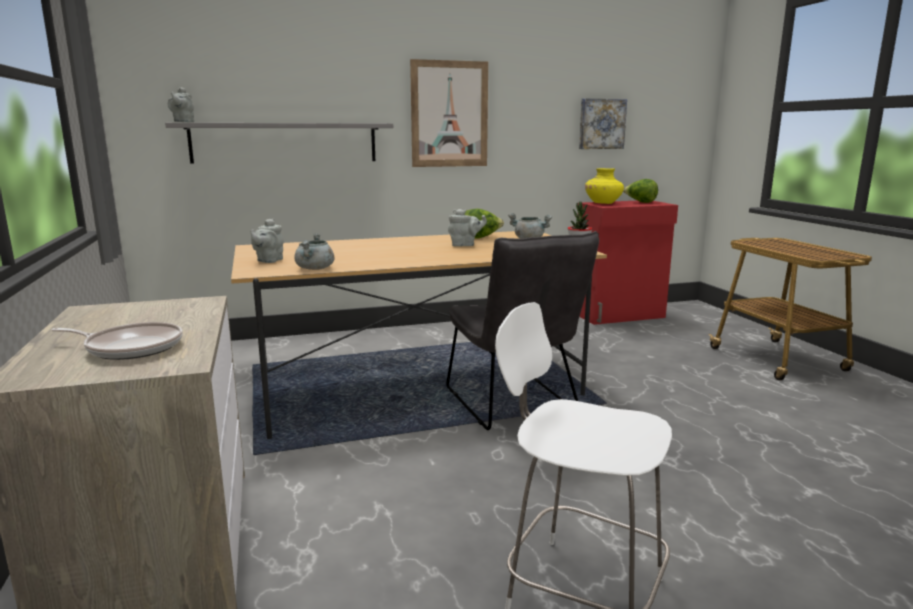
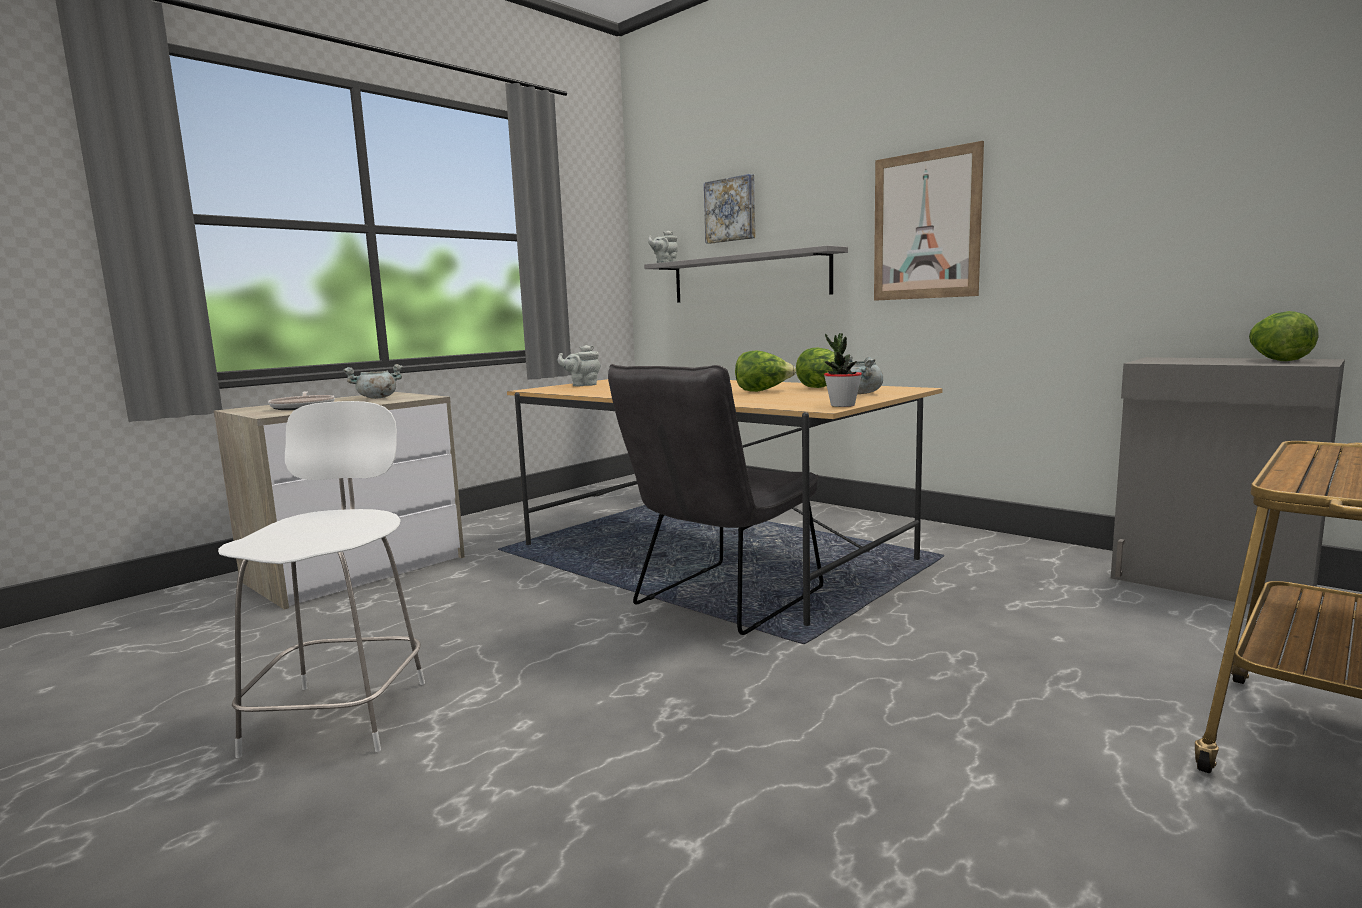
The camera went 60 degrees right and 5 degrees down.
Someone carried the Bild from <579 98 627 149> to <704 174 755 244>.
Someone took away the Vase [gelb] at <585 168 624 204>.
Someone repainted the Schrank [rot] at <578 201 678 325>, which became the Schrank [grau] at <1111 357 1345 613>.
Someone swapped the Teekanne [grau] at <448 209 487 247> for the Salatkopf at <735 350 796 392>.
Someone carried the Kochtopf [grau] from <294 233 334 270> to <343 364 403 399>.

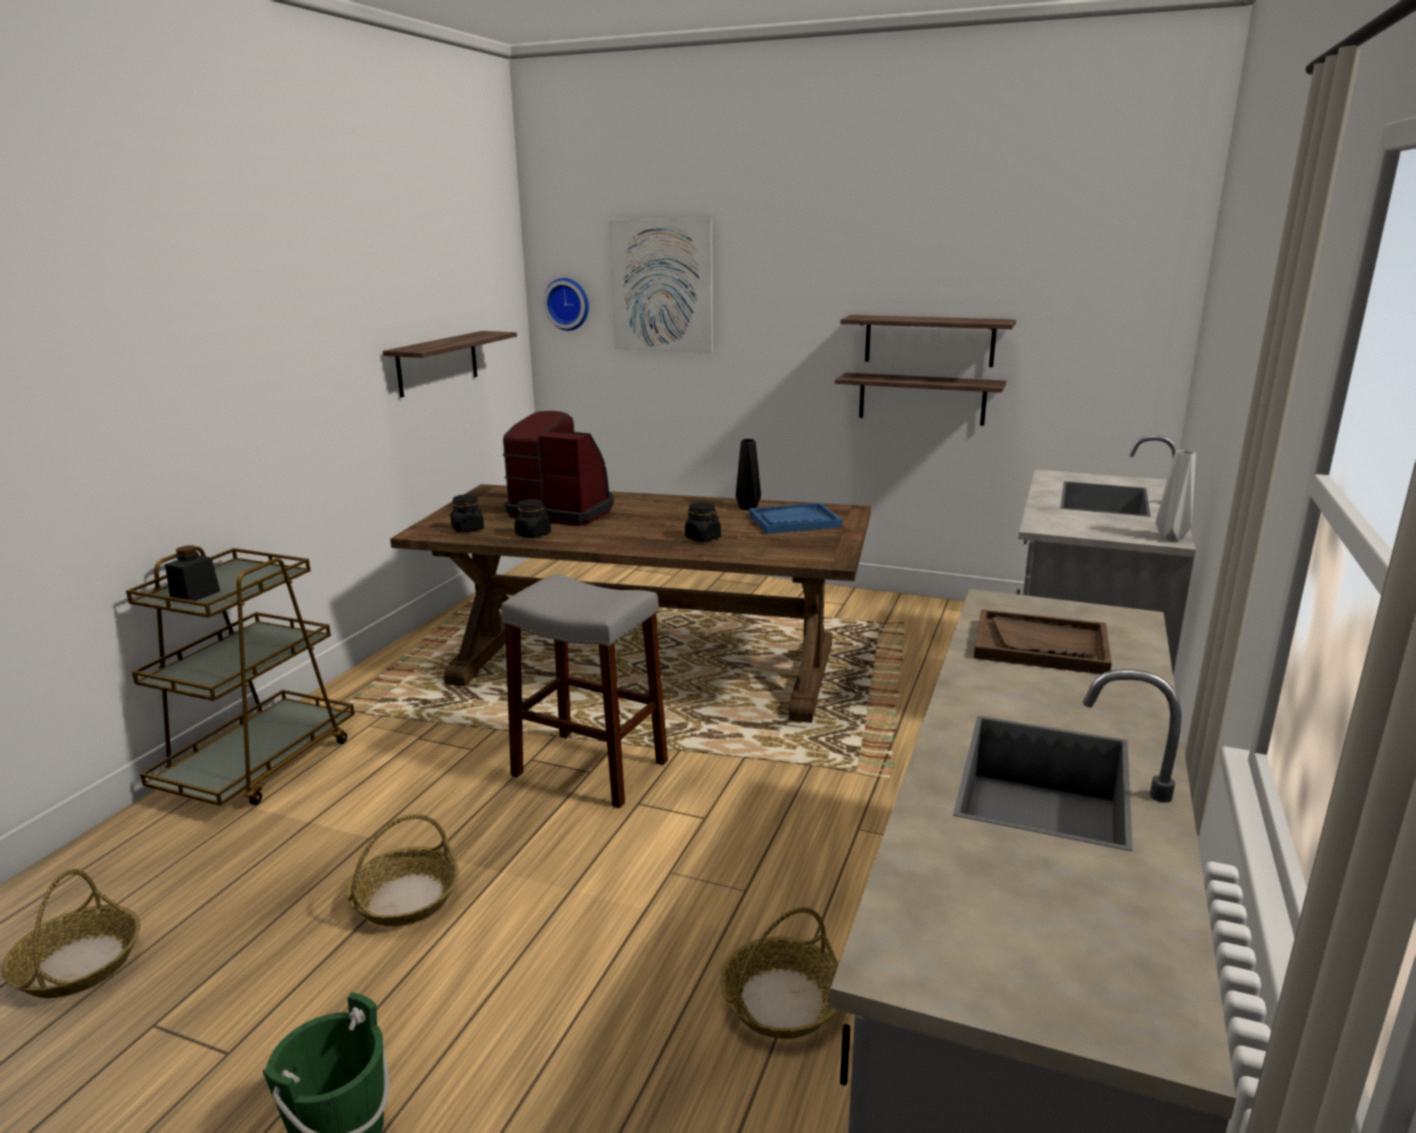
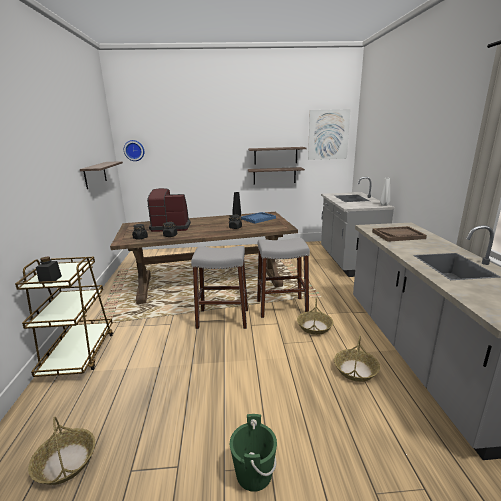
The camera went 25 degrees left and 0 degrees up.
Someone carried the Bild from <609 219 713 353> to <308 109 351 160>.
Someone carried the Korb from <346 814 459 926> to <297 298 333 335>.
Someone put down the Hocker [grau] at <257 237 310 318>.

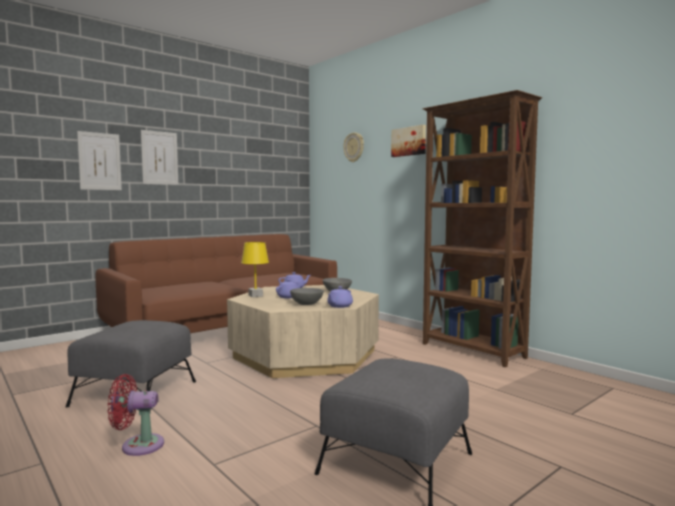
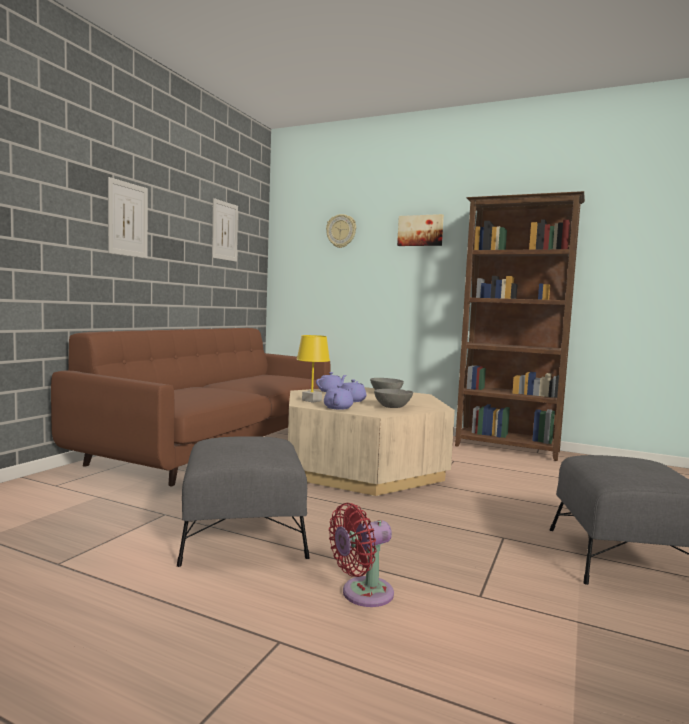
The camera went 25 degrees left and 0 degrees up.
Someone carried the Bild from <77 131 122 190> to <212 198 238 262>.
Someone carried the Teekanne [lila] from <327 286 353 308> to <324 385 353 410>.

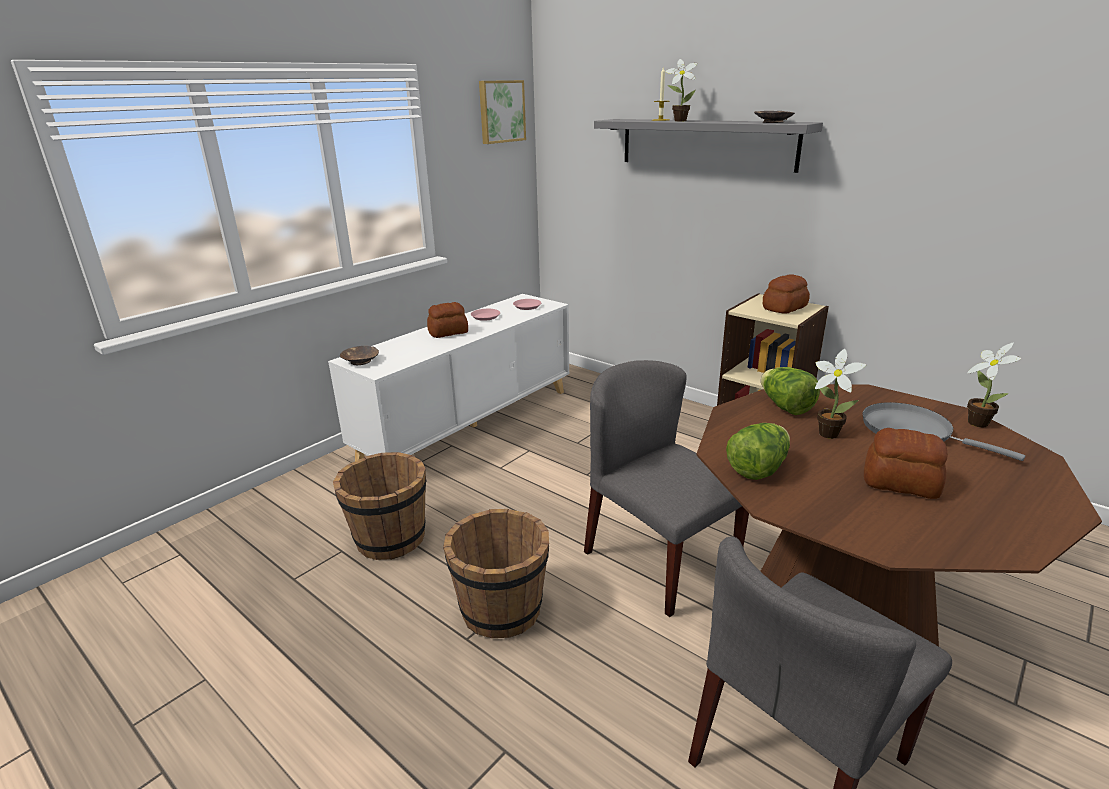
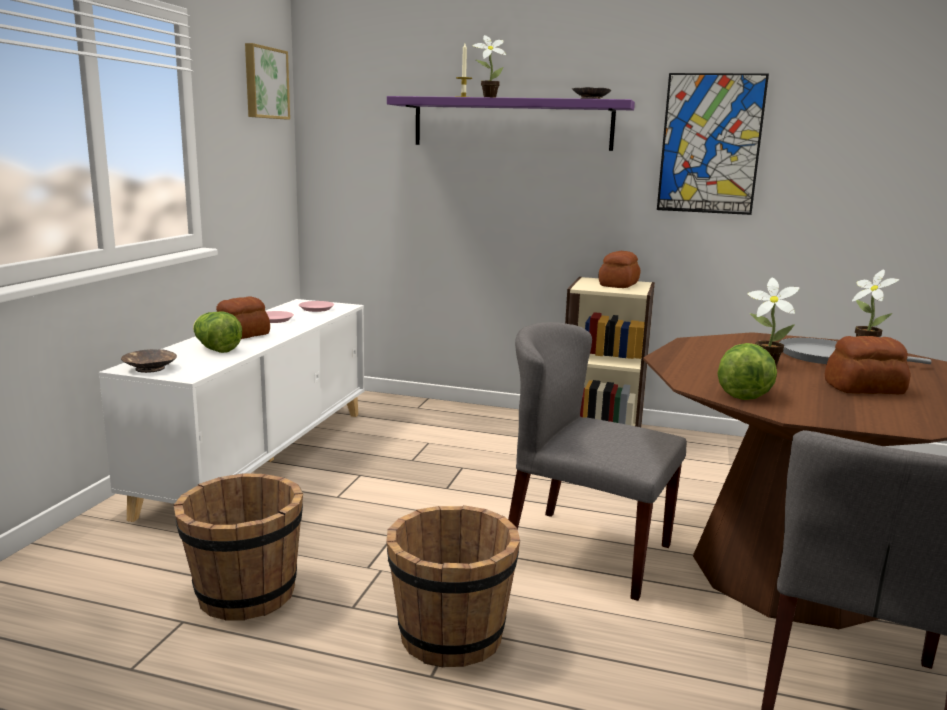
The camera went 25 degrees left and 10 degrees down.
Someone repainted the Wandregal [grau] at <594 119 823 173>, which became the Wandregal [lila] at <387 96 635 151>.
Someone carried the Salatkopf from <761 367 820 415> to <193 312 242 353>.
Someone put up the Bild at <657 73 769 215>.

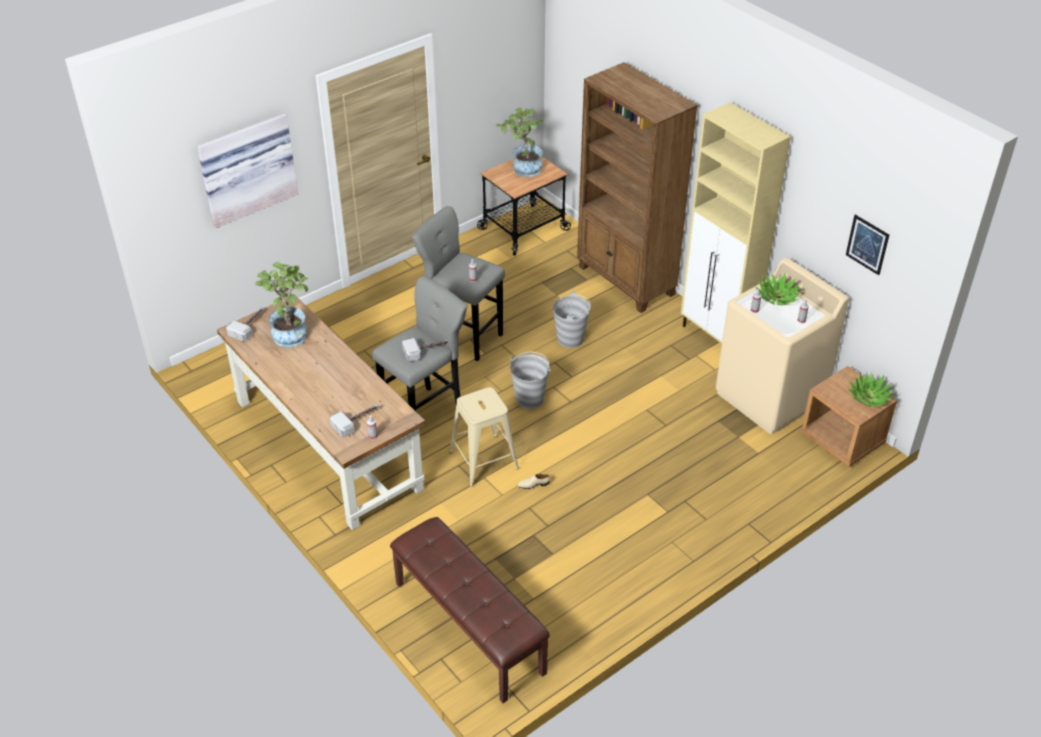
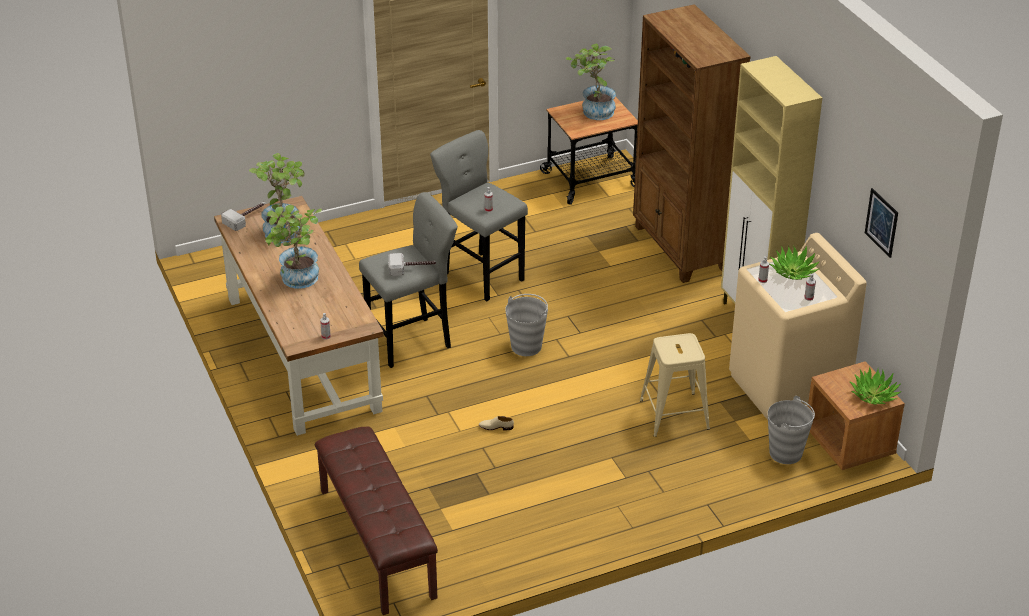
The camera went 15 degrees right and 5 degrees down.
Someone took away the Bild at <197 113 298 228>.
Someone carried the Eimer [grau] from <553 291 591 348> to <768 396 815 464>.
Someone carried the Hocker [beige] from <449 387 519 487> to <640 333 710 437>.
Someone took away the Hammer at <330 404 379 437>.
Someone put down the Topfpflanze at <265 205 322 288>.

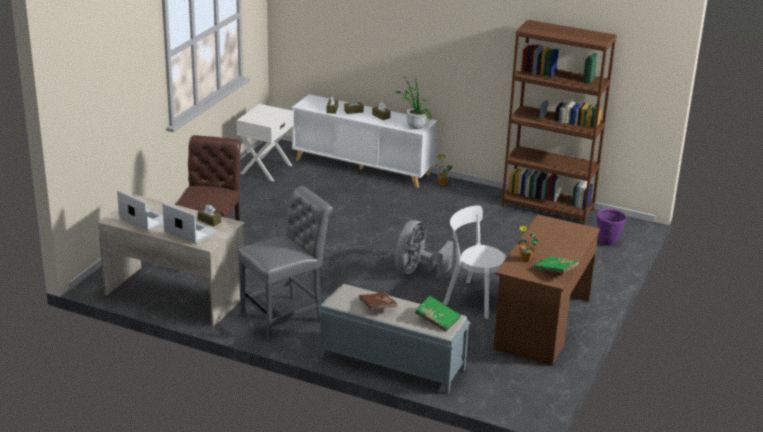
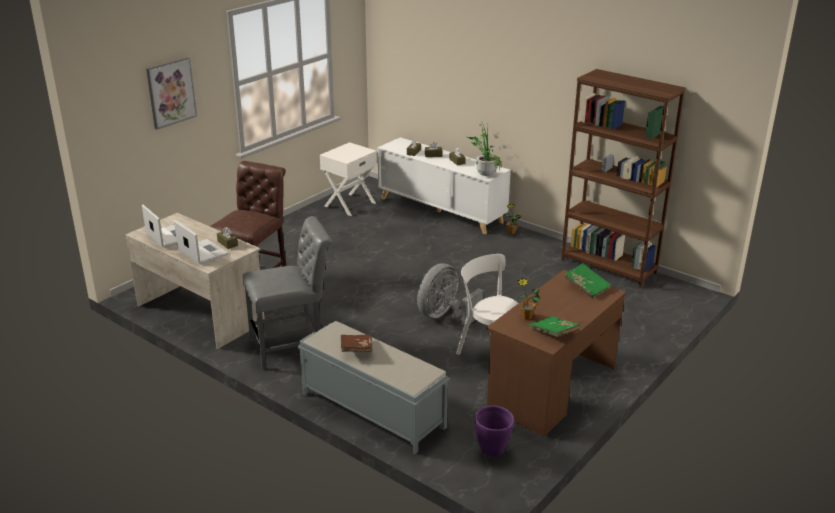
The camera went 15 degrees right and 0 degrees up.
Someone carried the Pflanzkübel [lila] from <597 208 626 245> to <475 406 514 457>.
Someone carried the Buch [grün] from <415 296 461 332> to <564 263 611 298>.
Someone put up the Bild at <146 58 197 130>.

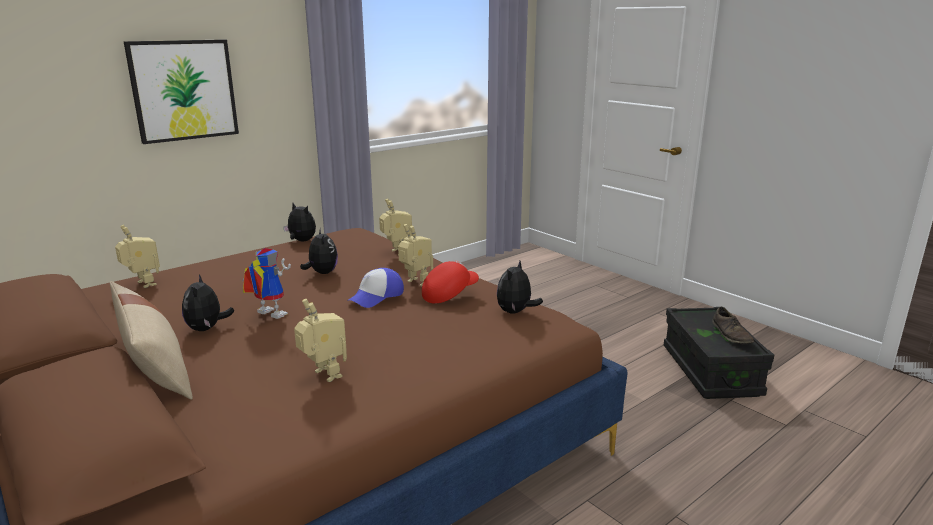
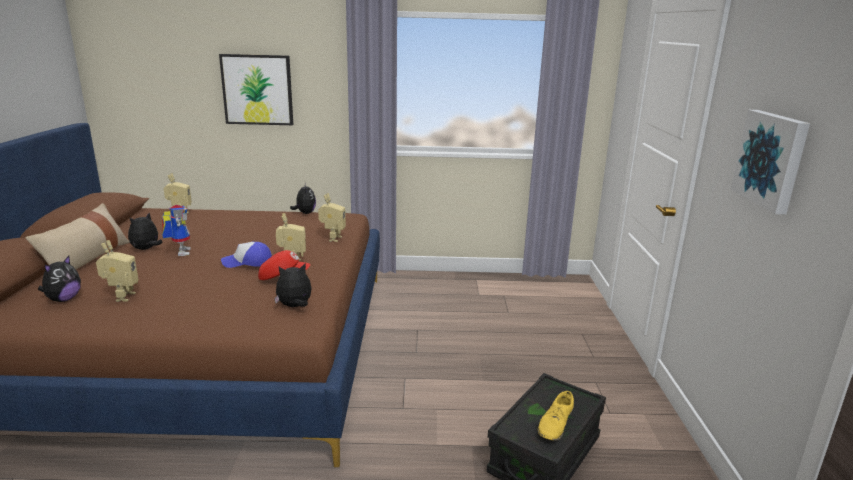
The camera went 40 degrees right and 0 degrees up.
Someone carried the Plüschtier from <300 228 338 274> to <38 256 81 302>.
Someone repainted the Schuh [braun] at <712 307 754 344>, which became the Schuh [gelb] at <538 391 574 441>.
Someone put up the Bild at <731 110 810 214>.

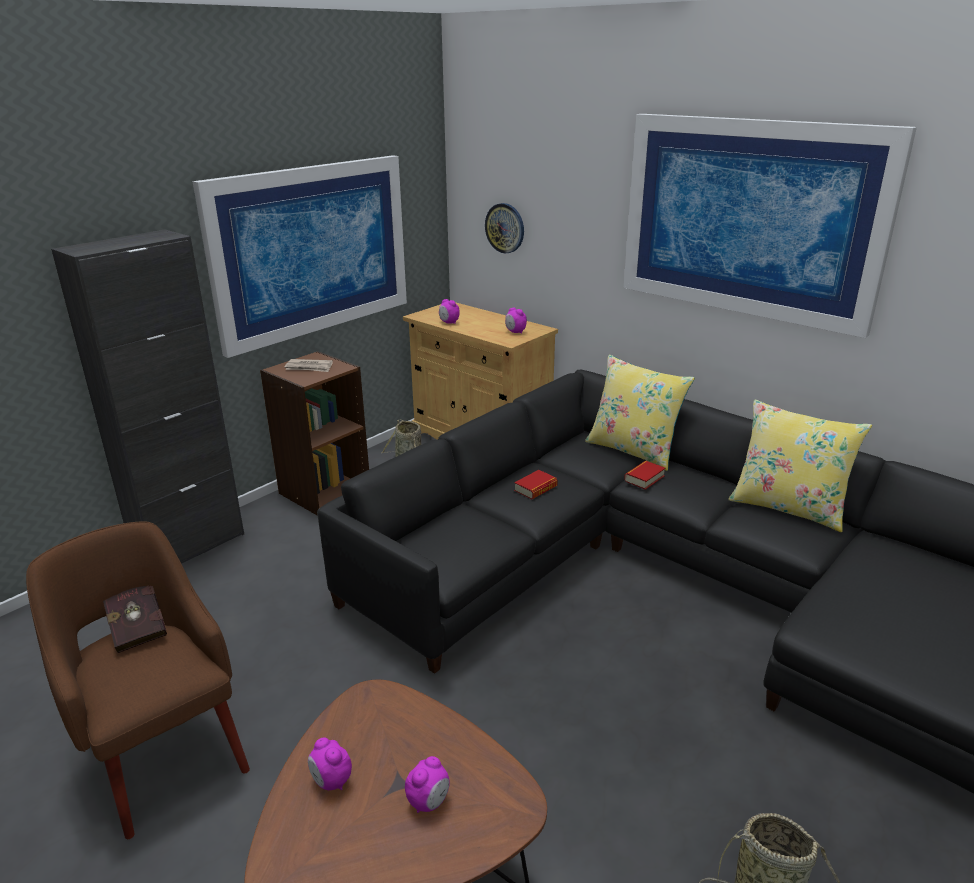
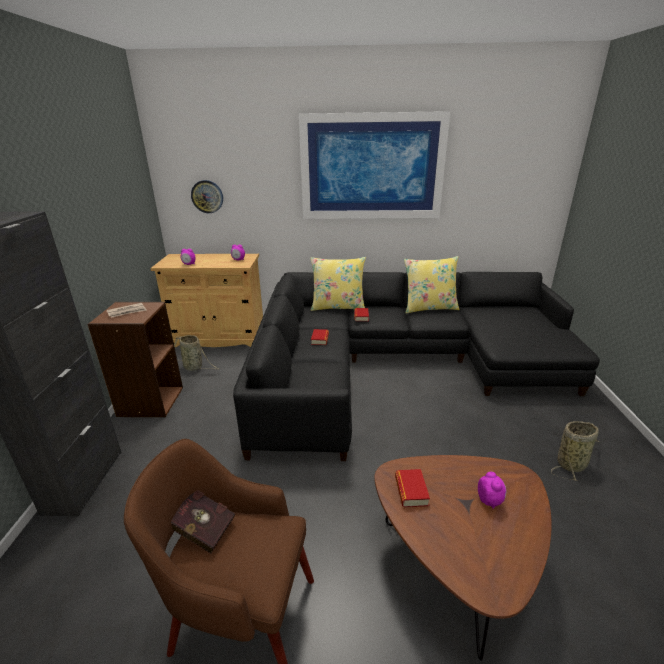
The camera went 40 degrees left and 0 degrees up.
Someone took away the Bild at <193 155 407 358>.
Someone took away the Wecker at <308 738 352 790>.
Someone put down the Buch at <395 469 430 507>.

